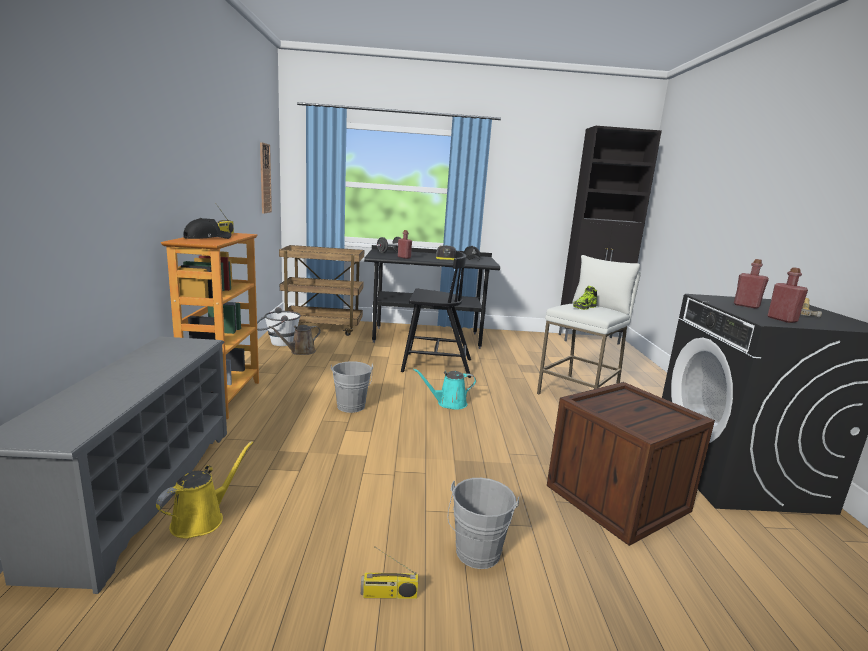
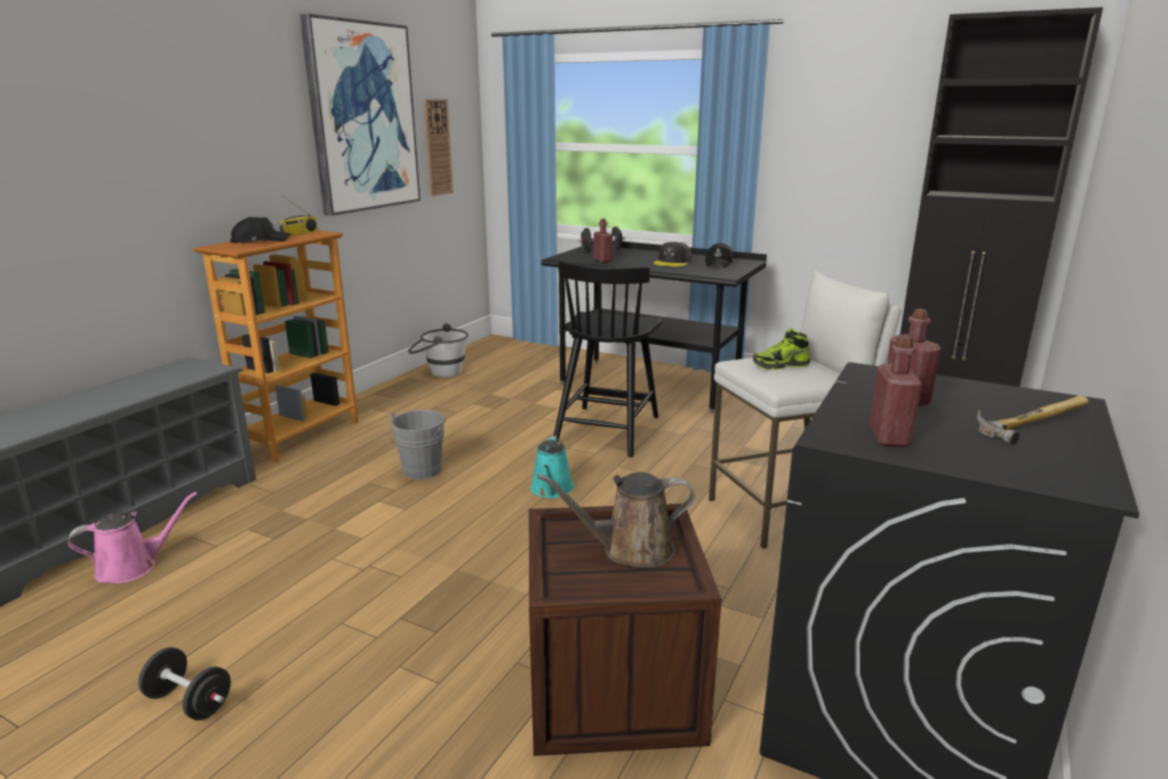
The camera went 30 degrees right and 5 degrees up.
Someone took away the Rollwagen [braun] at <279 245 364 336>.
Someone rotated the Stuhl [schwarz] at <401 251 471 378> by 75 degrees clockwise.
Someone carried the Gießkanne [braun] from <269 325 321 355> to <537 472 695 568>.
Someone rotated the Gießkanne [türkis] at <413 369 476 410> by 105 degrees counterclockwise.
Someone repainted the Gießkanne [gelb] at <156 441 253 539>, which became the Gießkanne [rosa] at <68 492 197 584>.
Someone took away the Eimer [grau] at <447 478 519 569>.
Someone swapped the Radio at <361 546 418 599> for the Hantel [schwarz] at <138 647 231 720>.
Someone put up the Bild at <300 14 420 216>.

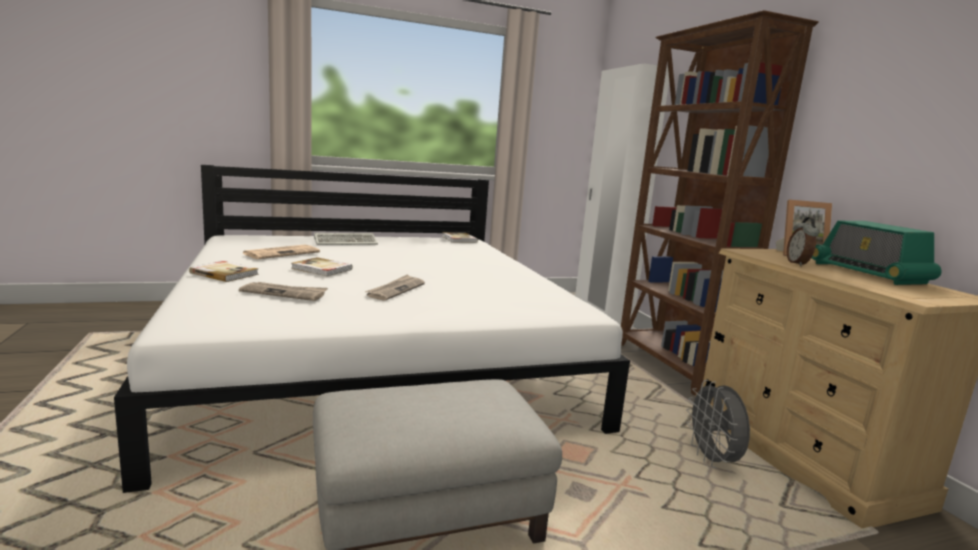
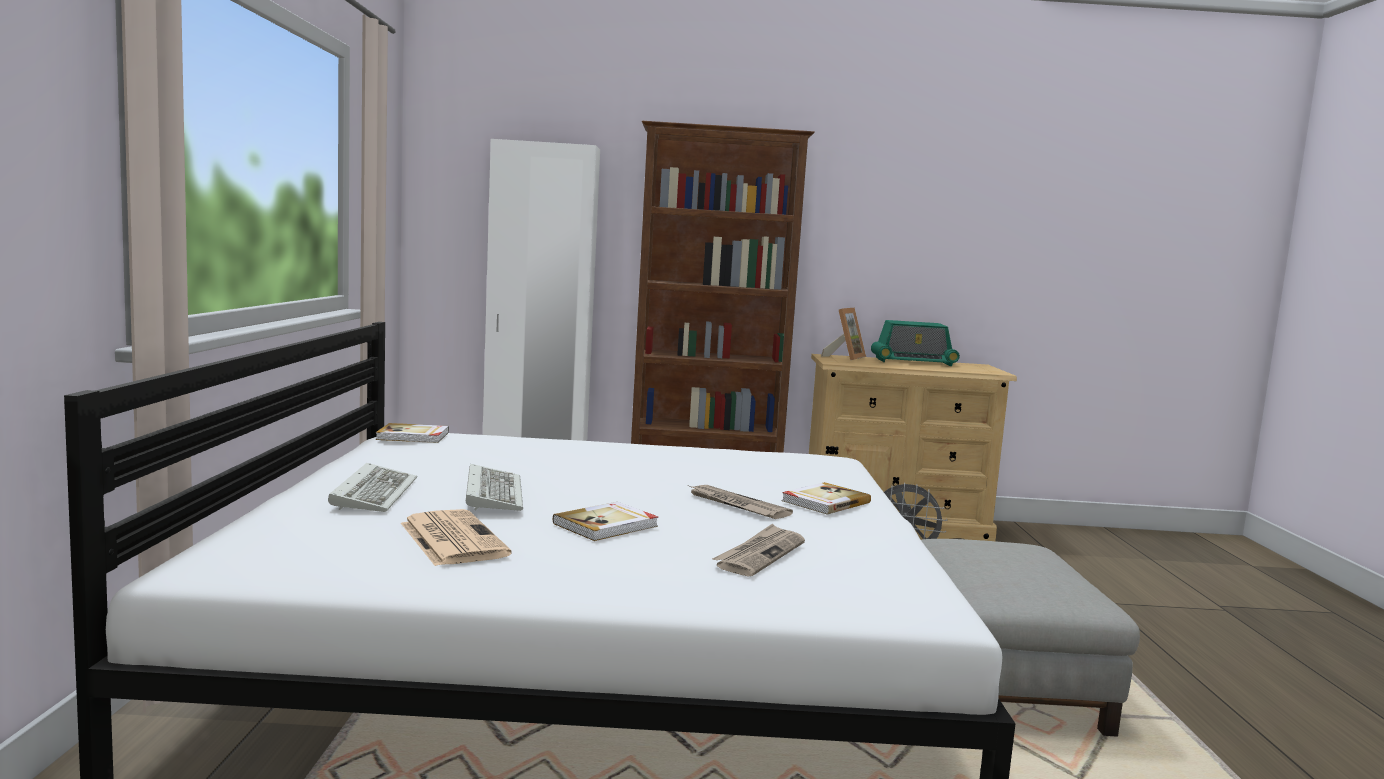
The camera went 70 degrees left and 5 degrees down.
Someone took away the Wecker at <787 217 819 266>.
Someone carried the Buch from <189 261 259 282> to <782 482 871 515>.
Someone put down the Tastatur at <466 464 523 511>.

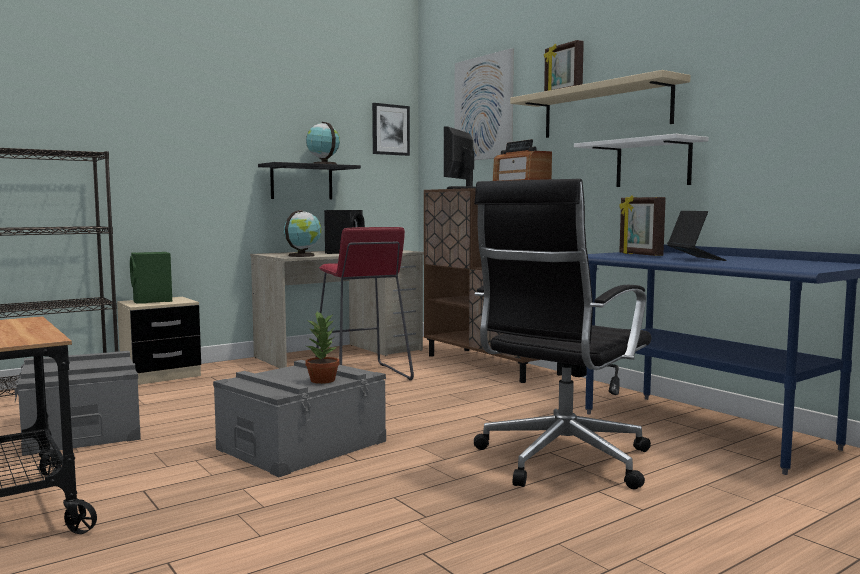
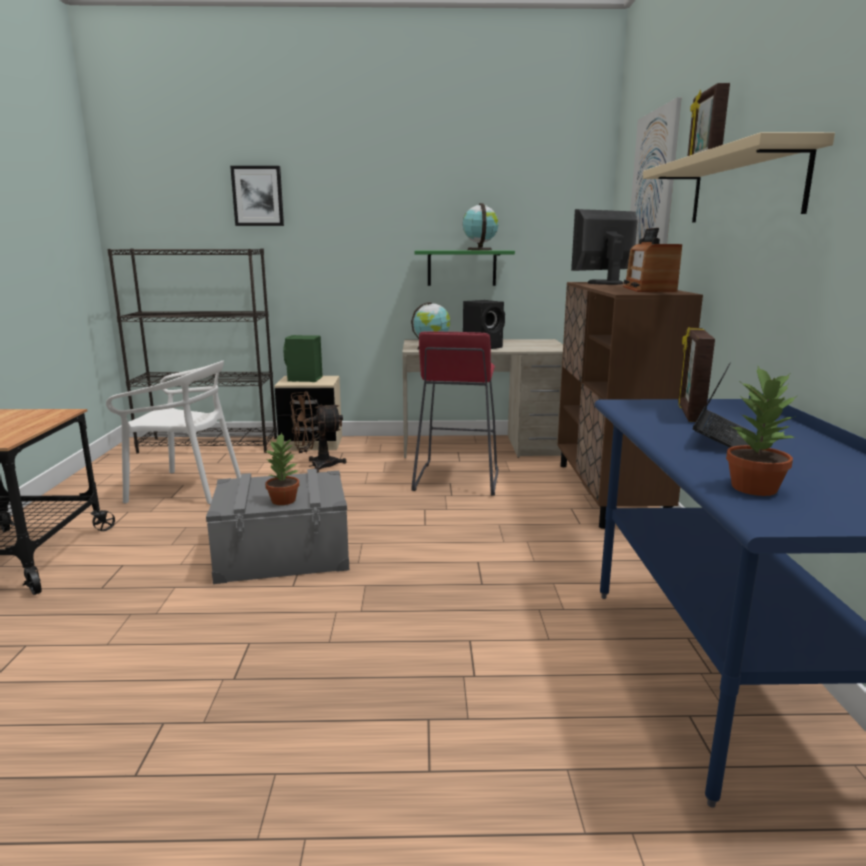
The camera went 35 degrees right and 10 degrees up.
Someone carried the Bild from <372 103 410 156> to <230 166 284 226>.
Someone took away the Wandregal [weiß] at <574 134 709 187>.
Someone repainted the Wandregal [schwarz] at <258 162 361 199>, which became the Wandregal [grün] at <415 250 515 286>.
Someone took away the Bürostuhl [schwarz] at <474 179 651 489>.
Someone swapped the Aufbewahrungsbox [grau] at <15 351 141 455> for the Stuhl [weiß] at <106 361 241 504>.
Someone put down the Topfpflanze at <726 366 798 496>.
Someone put down the Ventilator [braun] at <290 391 347 473>.

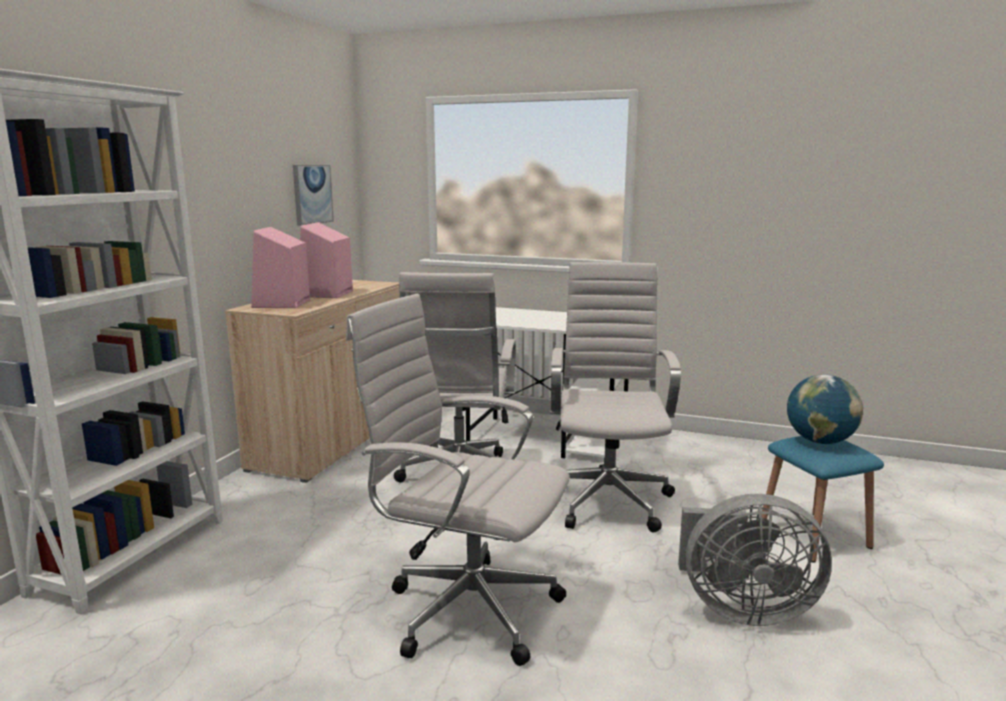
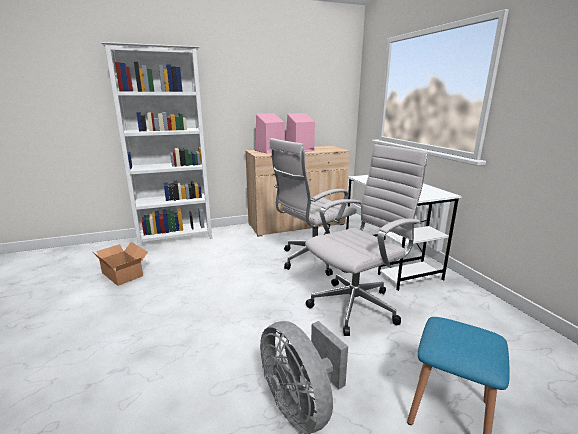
The camera went 50 degrees right and 5 degrees up.
Someone took away the Bild at <293 165 334 226>.
Someone took away the Bürostuhl [weiß] at <346 294 570 666>.
Someone took away the Globus at <787 375 863 444>.
Someone put down the Karton at <93 242 148 286>.

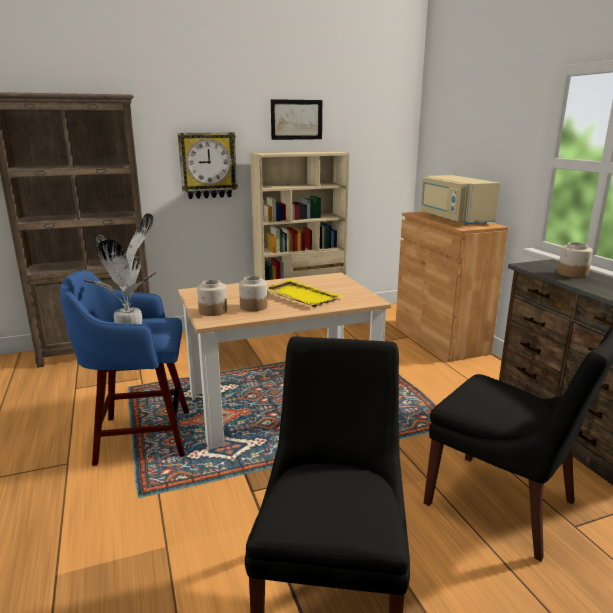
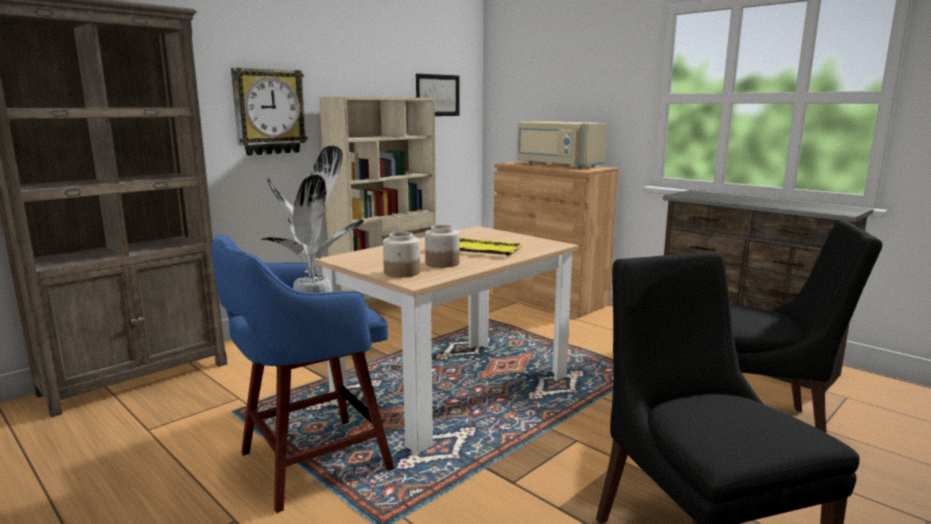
The camera went 25 degrees left and 5 degrees down.
Someone carried the Bild from <271 99 322 140> to <416 74 460 116>.
Someone took away the Vorratsglas at <558 242 593 278>.

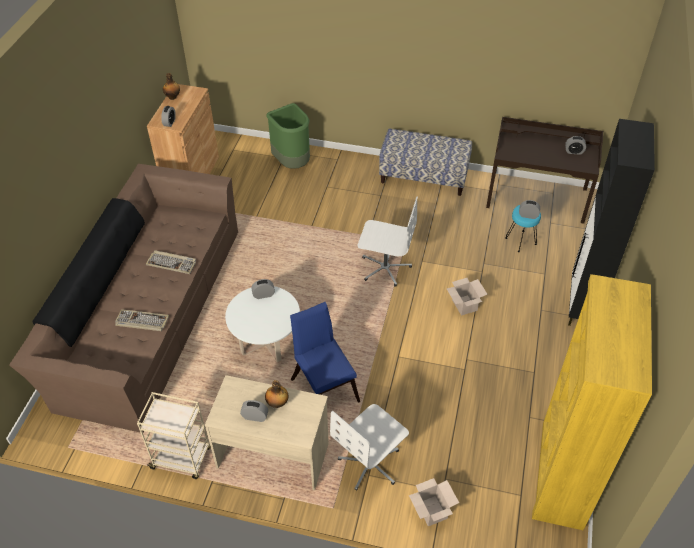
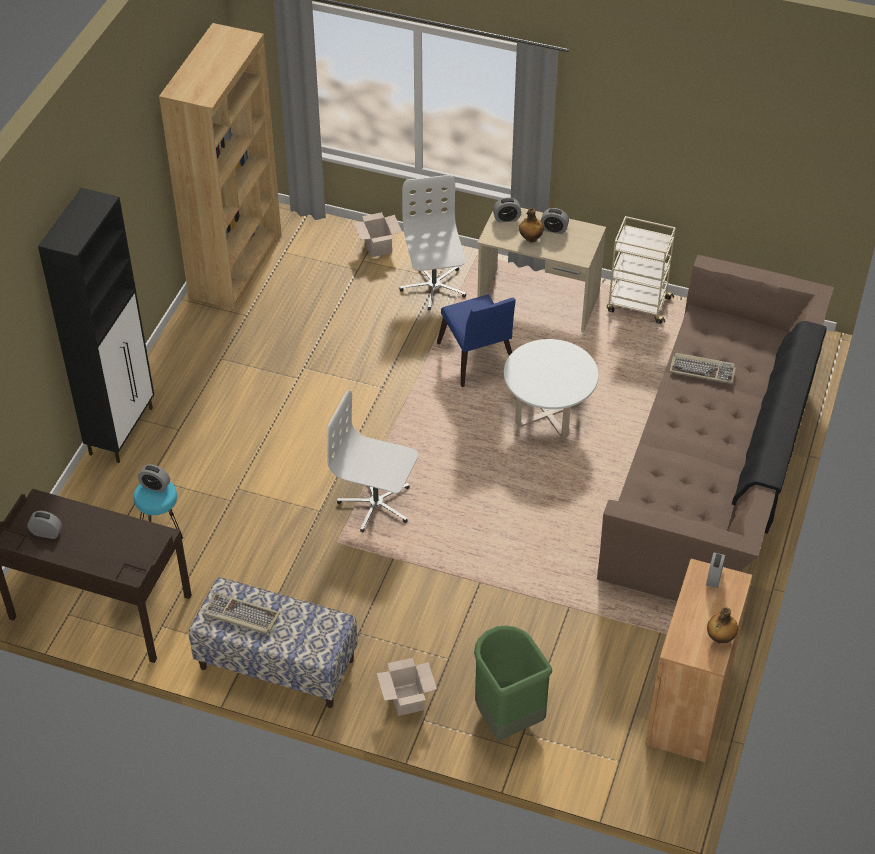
The camera went 175 degrees left and 0 degrees up.
Someone carried the Tastatur from <146 250 196 274> to <205 592 280 634>.
Someone repainted the Bücherregal [gelb] at <532 274 652 530>, which became the Bücherregal [braun] at <159 23 282 309>.
Someone carried the Karton from <446 278 488 316> to <377 658 437 716>.
Someone carried the Wecker from <251 279 275 299> to <493 197 521 223>.
Someone rotated the Bürostuhl [weiß] at <330 404 409 490> by 60 degrees counterclockwise.

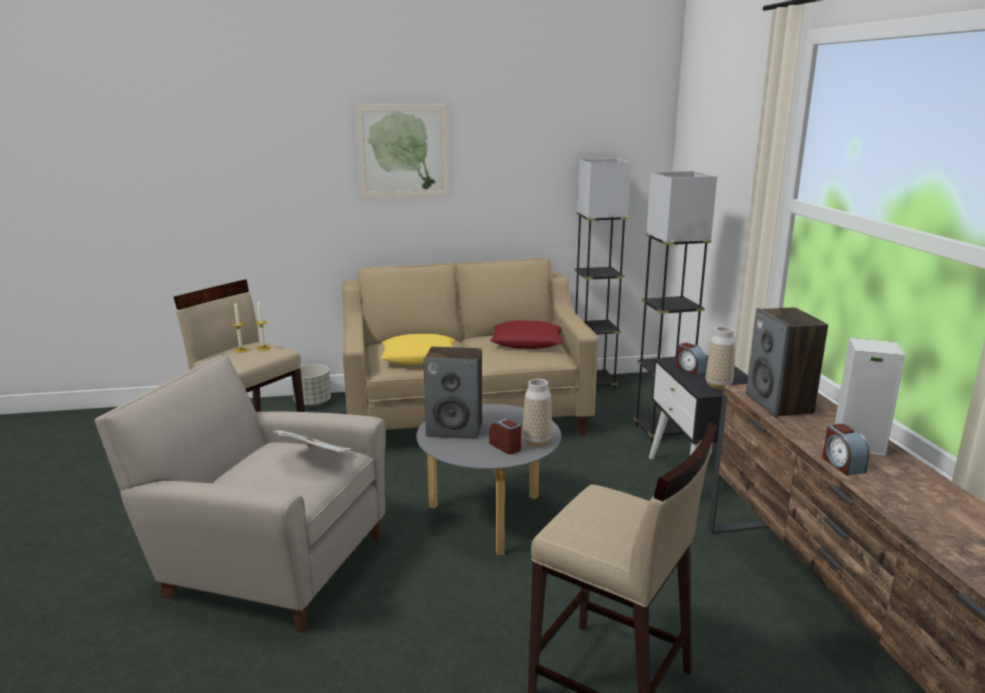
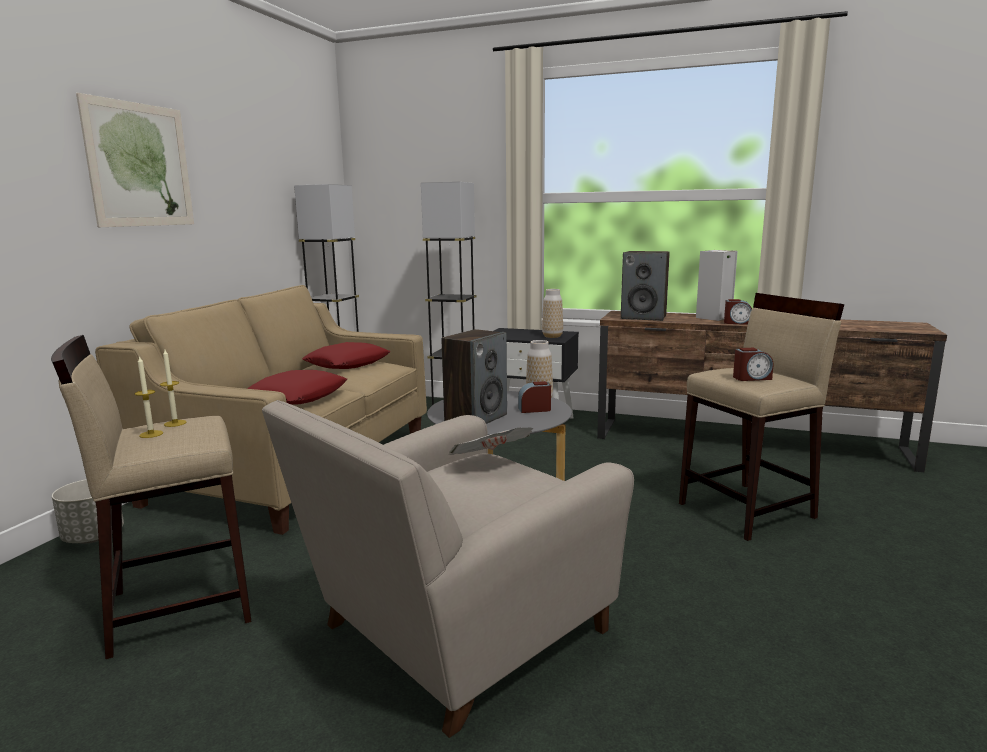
The camera went 60 degrees left and 5 degrees down.
Someone repainted the Kissen [gelb] at <381 334 455 365>, which became the Kissen [rot] at <247 370 347 405>.
Someone carried the Wecker from <676 342 707 375> to <733 348 773 381>.

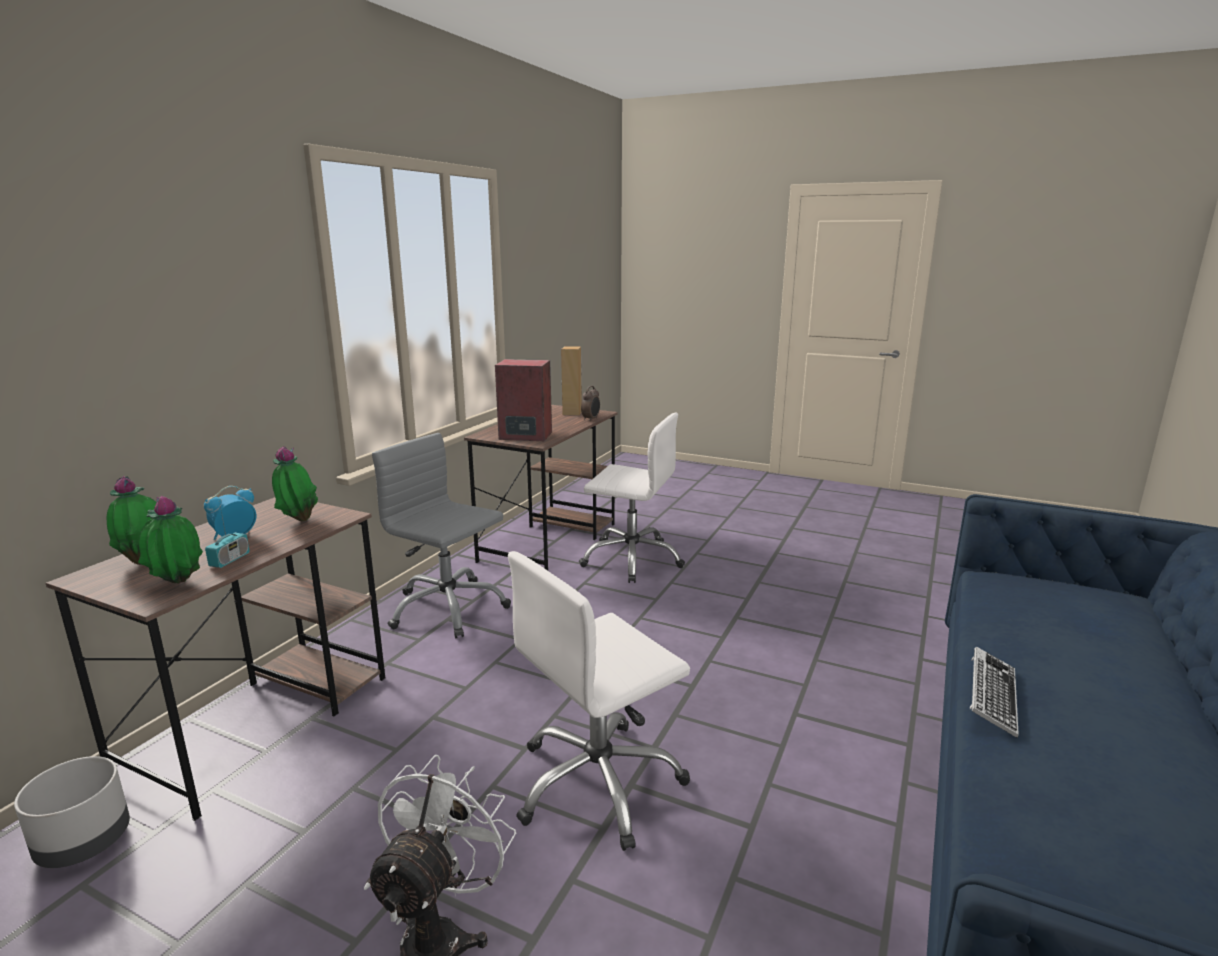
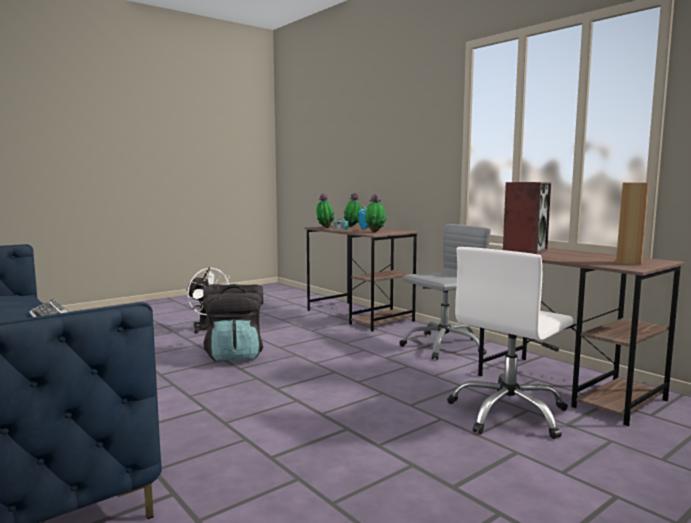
The camera went 115 degrees right and 10 degrees down.
Someone took away the Wecker at <581 386 600 421>.
Someone swapped the Bürostuhl [weiß] at <508 551 690 851> for the Rucksack [schwarz] at <202 284 263 361>.
Someone took away the Pflanzkübel [grau] at <14 756 130 868>.

